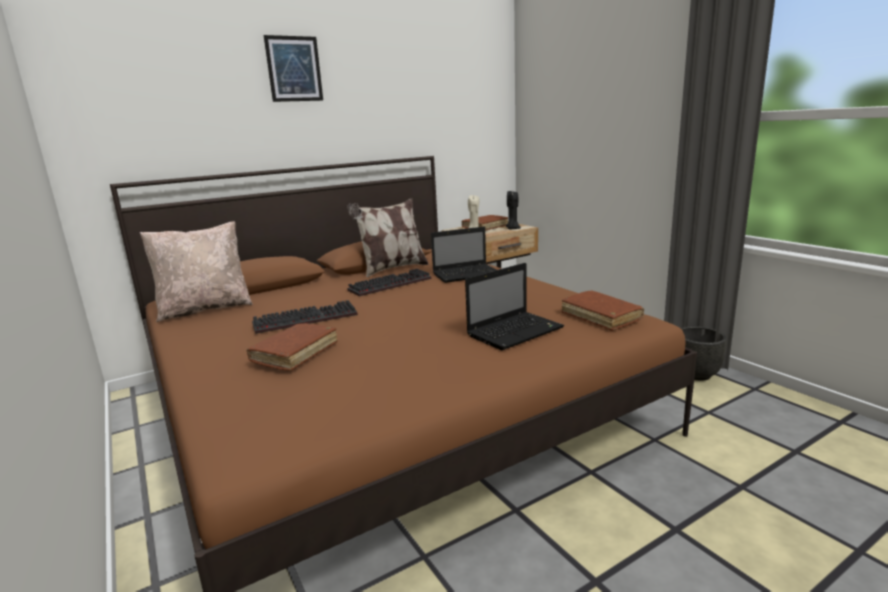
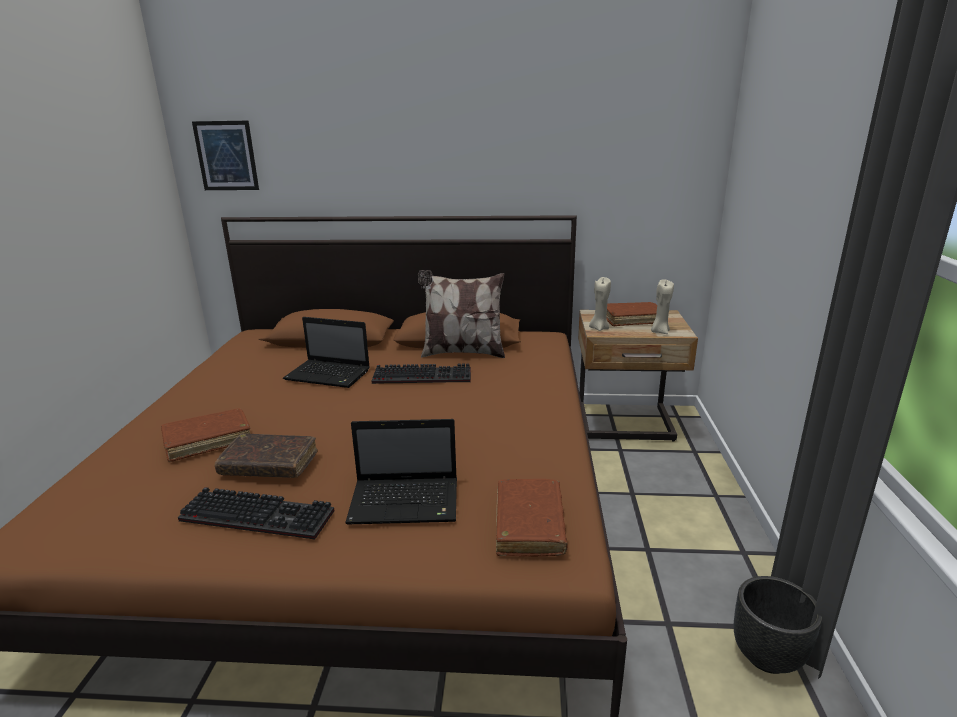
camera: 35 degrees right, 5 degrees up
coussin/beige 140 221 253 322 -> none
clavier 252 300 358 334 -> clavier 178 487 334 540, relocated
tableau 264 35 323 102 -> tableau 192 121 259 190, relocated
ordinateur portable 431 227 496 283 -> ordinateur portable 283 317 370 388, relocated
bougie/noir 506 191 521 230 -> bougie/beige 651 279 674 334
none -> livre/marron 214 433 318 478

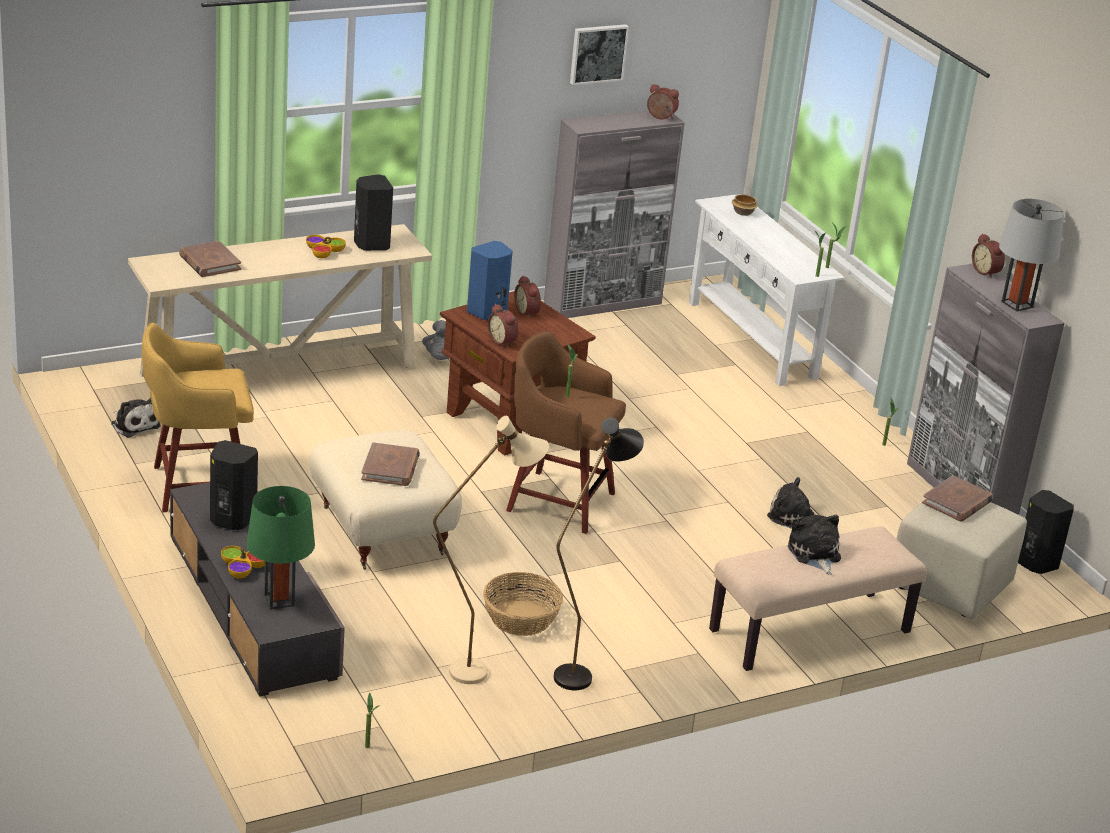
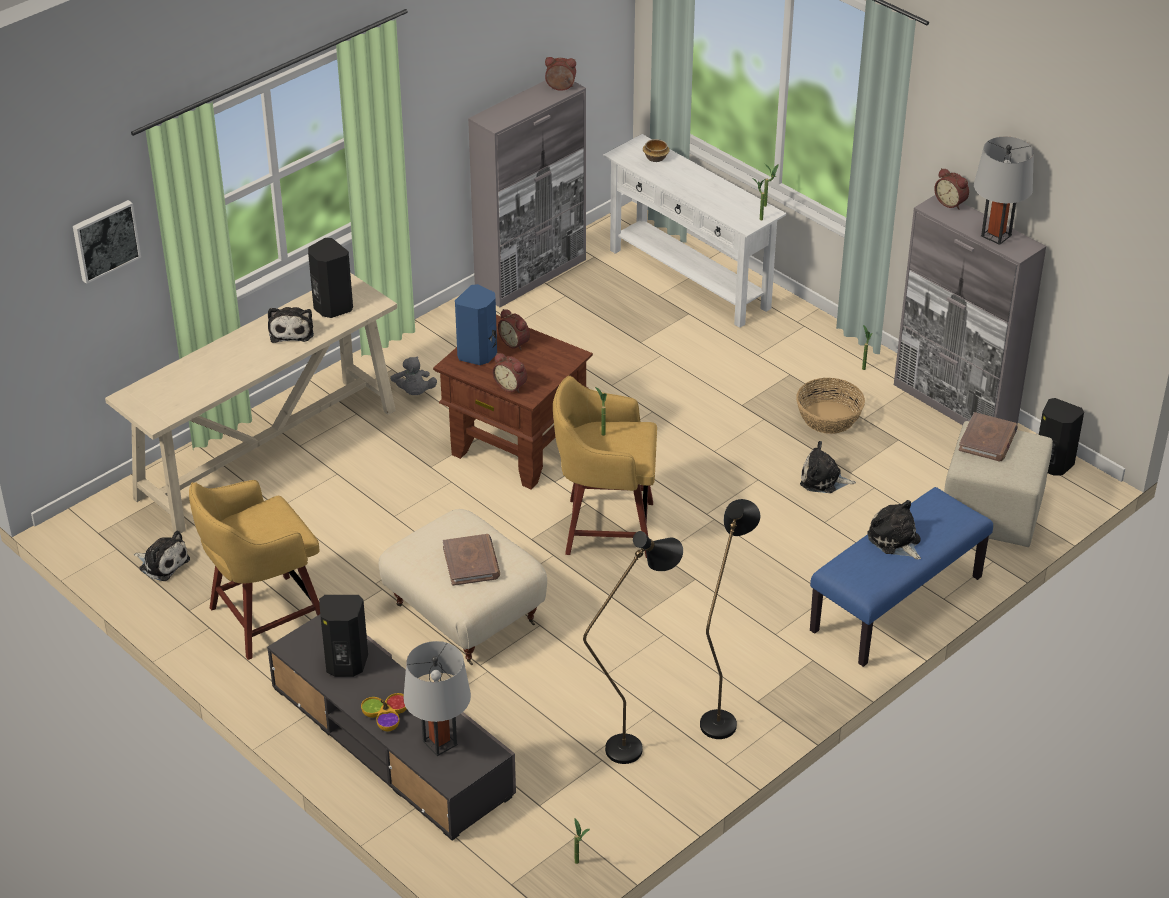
camera: 15 degrees left, 10 degrees up
livre/marron 179 241 241 277 -> none
lampe de table/vert 246 486 315 609 -> lampe de table/gris 403 641 471 756
bol 306 235 346 258 -> peluche 268 307 314 343
lampadaire/beige 433 416 549 684 -> lampadaire/noir 583 531 683 764
panier 483 572 563 636 -> panier 796 378 865 434, relocated
tabouret/marron 506 331 626 534 -> tabouret/jaune 553 376 657 558
tableau 570 24 629 85 -> tableau 73 200 141 284, relocated
banc/beige 709 526 927 671 -> banc/bleu 810 487 993 667

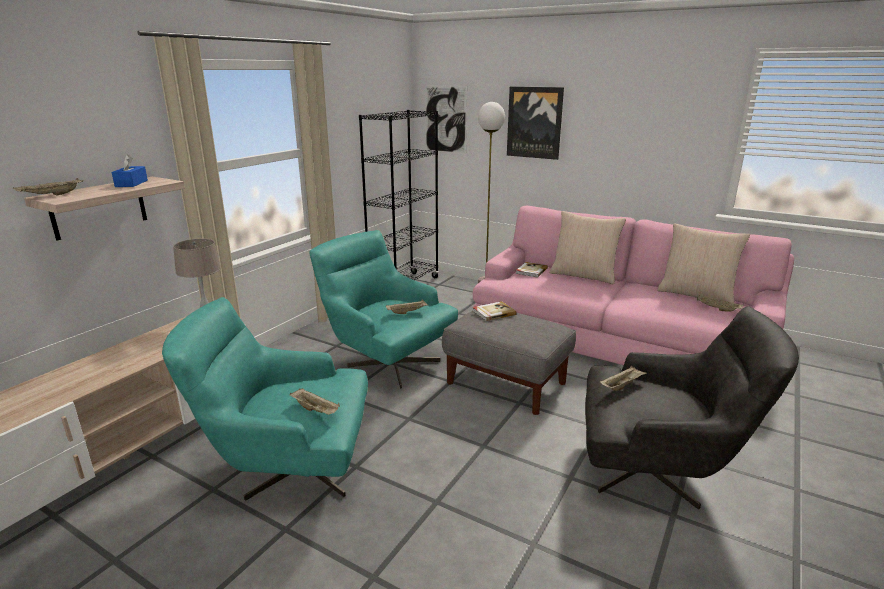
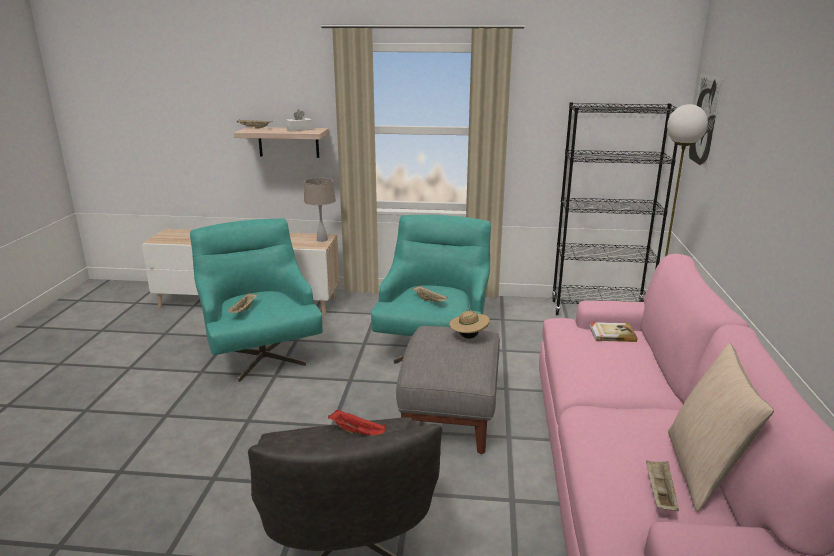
camera: 65 degrees right, 0 degrees up
boîte à mouchoirs/bleu 111 155 148 187 -> boîte à mouchoirs/blanc 286 109 313 132
livre 472 301 517 321 -> chapeau/beige 449 308 490 339
tableau 507 87 564 160 -> none
coussin/beige 550 211 626 284 -> none
plateau/beige 600 366 647 391 -> plateau/rouge 328 410 386 436

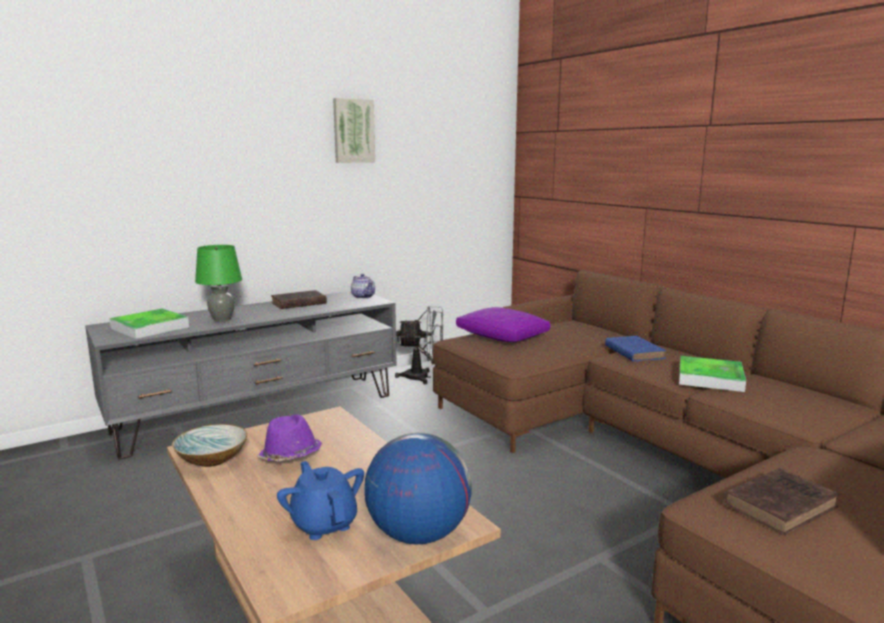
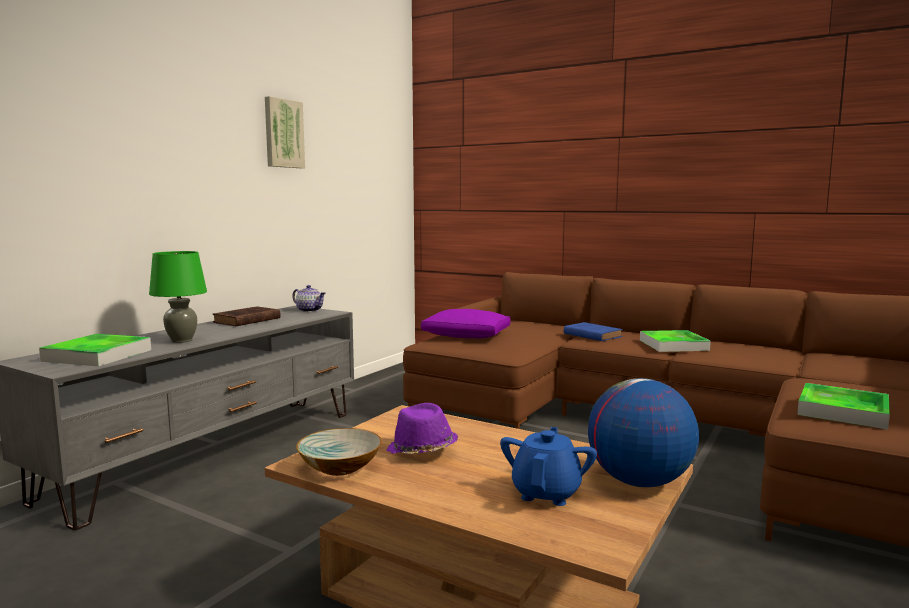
camera: 25 degrees left, 5 degrees down
théière/bleu 277 461 364 540 -> théière/bleu 500 427 597 506, 75 degrees clockwise
ventilateur/gris 395 306 443 384 -> none
livre/marron 723 468 840 535 -> plateau 797 383 890 430

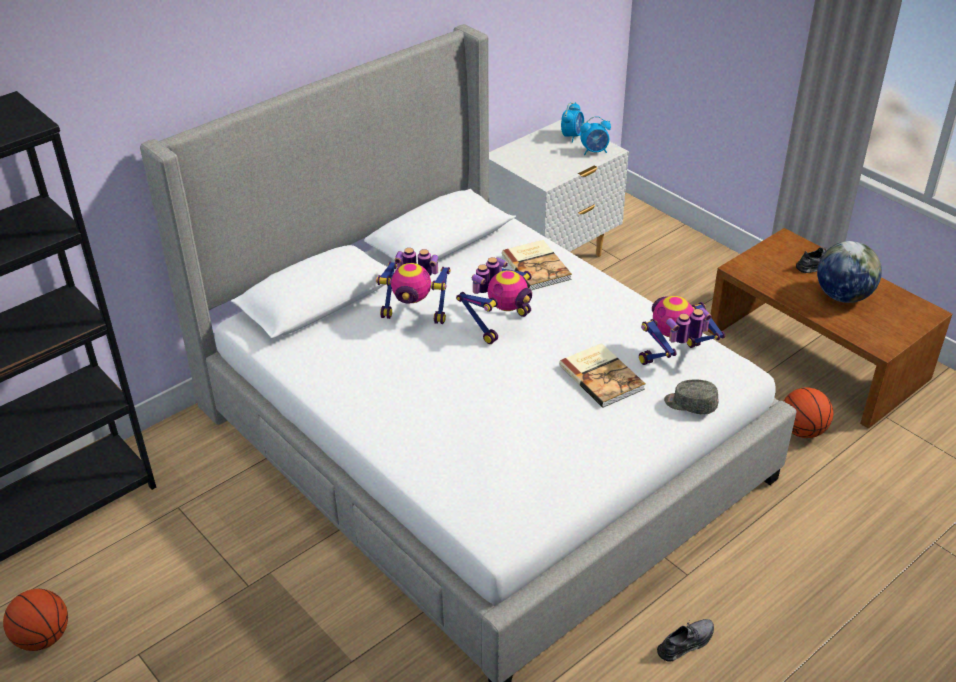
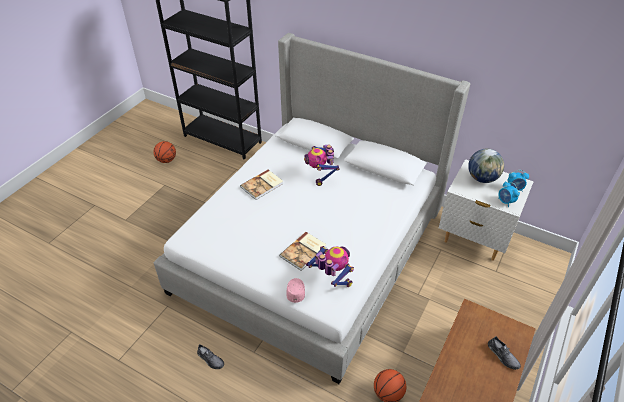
camera: 70 degrees right, 5 degrees up
robot jouet 456 257 532 344 -> none
livre 502 240 572 290 -> livre 240 170 283 200, relocated
casquette/gris 664 380 718 415 -> casquette/rose 286 278 305 303
globe 817 241 882 303 -> globe 468 149 504 183, relocated

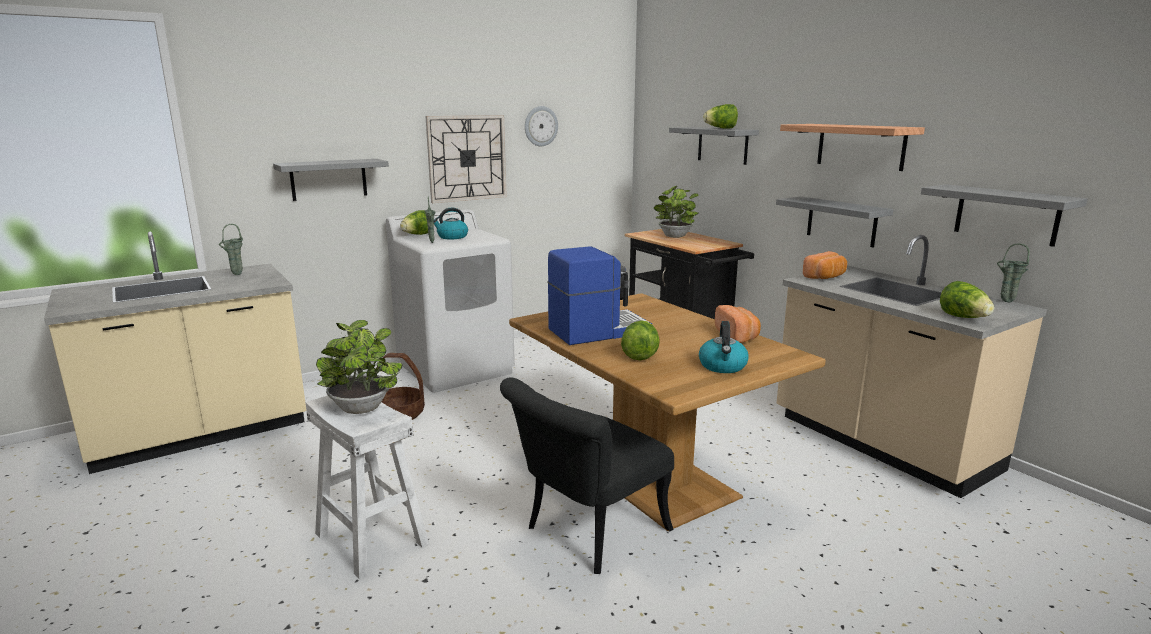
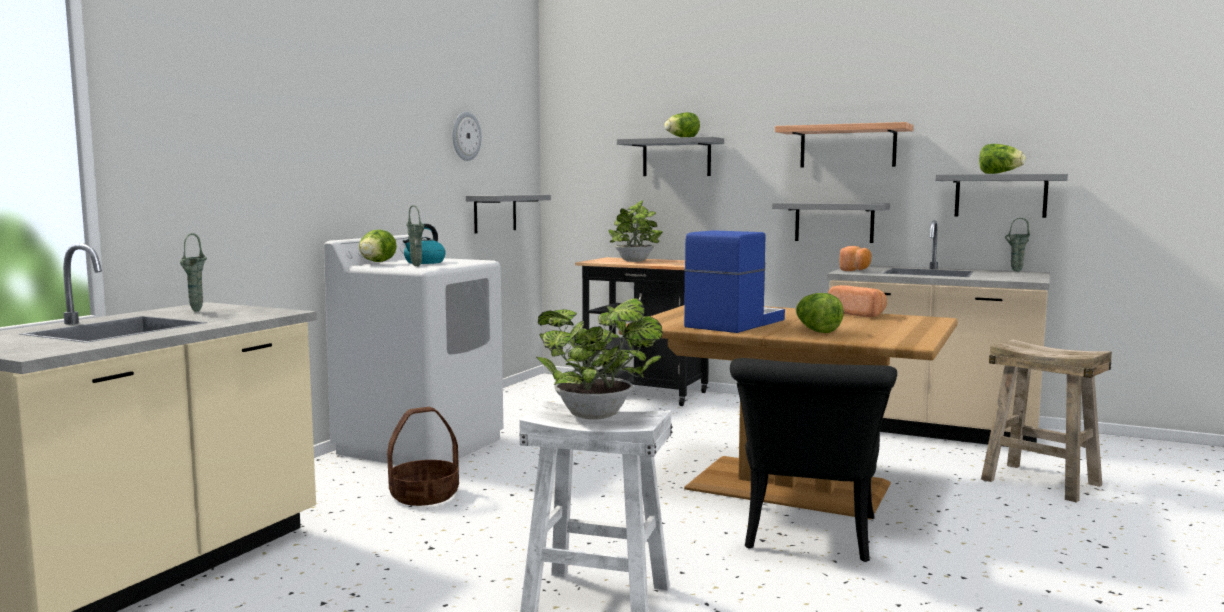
camera: 30 degrees left, 10 degrees down
étagère/gris 273 159 389 201 -> étagère/gris 466 195 551 233, relocated
horloge murale 425 115 507 203 -> none
bouilloire 699 321 749 373 -> none
laitue 940 281 994 318 -> laitue 979 144 1026 174, relocated
none -> tabouret/beige 981 339 1112 503

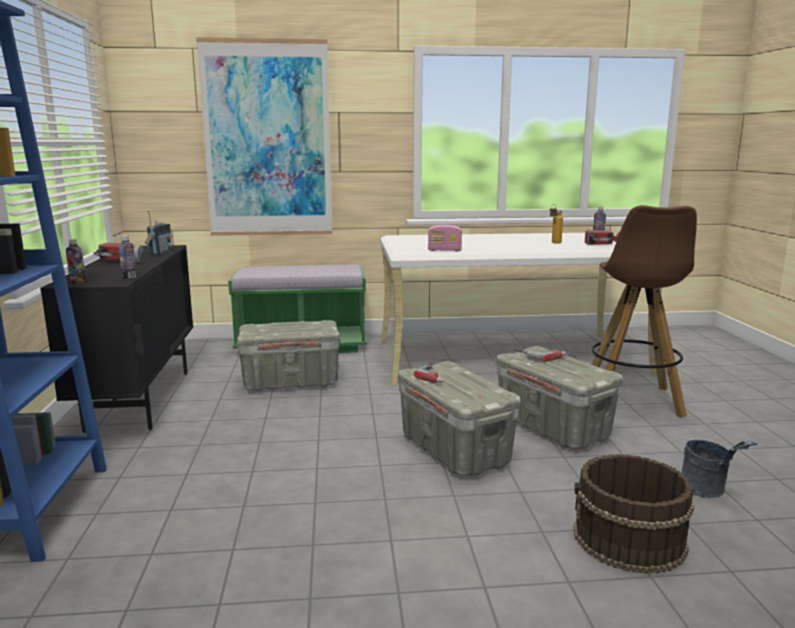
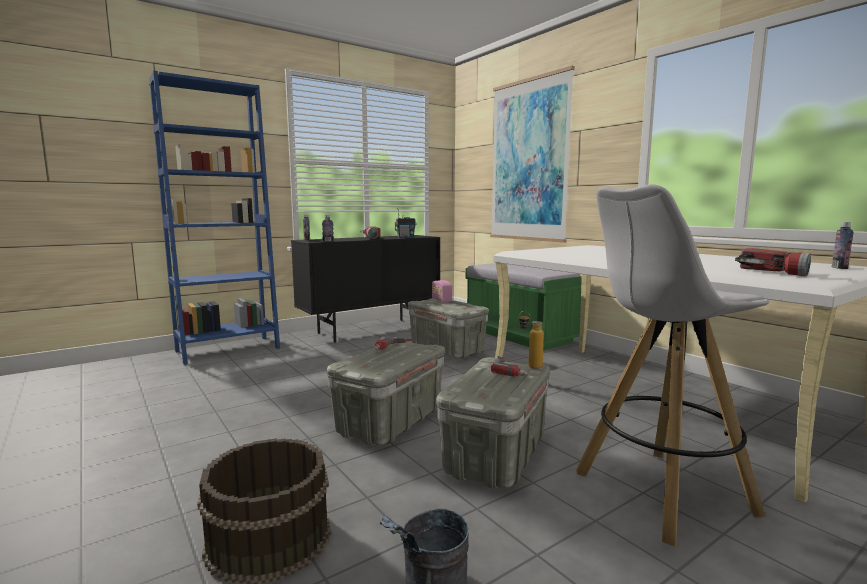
camera: 60 degrees right, 5 degrees down
radio 428 225 462 251 -> radio 432 280 452 303, relocated
bouteille 550 204 563 243 -> bouteille 518 311 544 369, relocated
tabouret/marron 591 205 697 417 -> tabouret/blanc 576 184 769 547

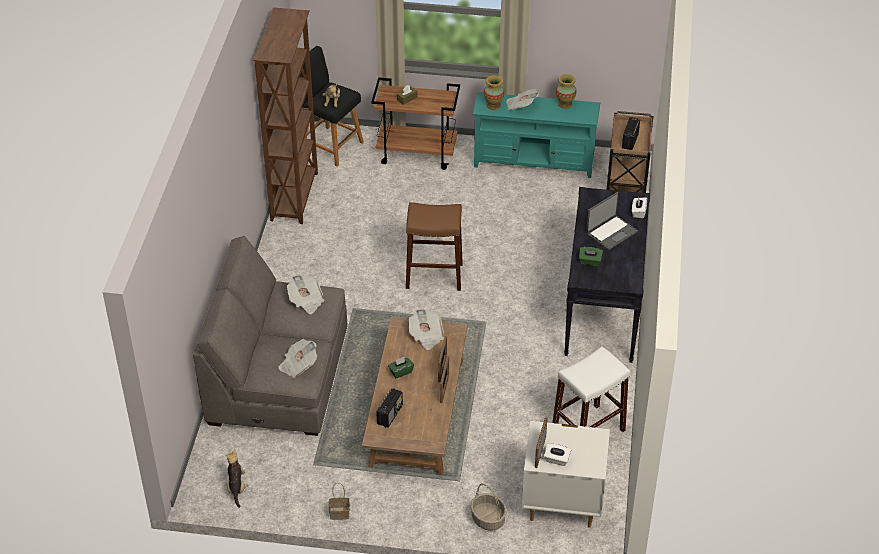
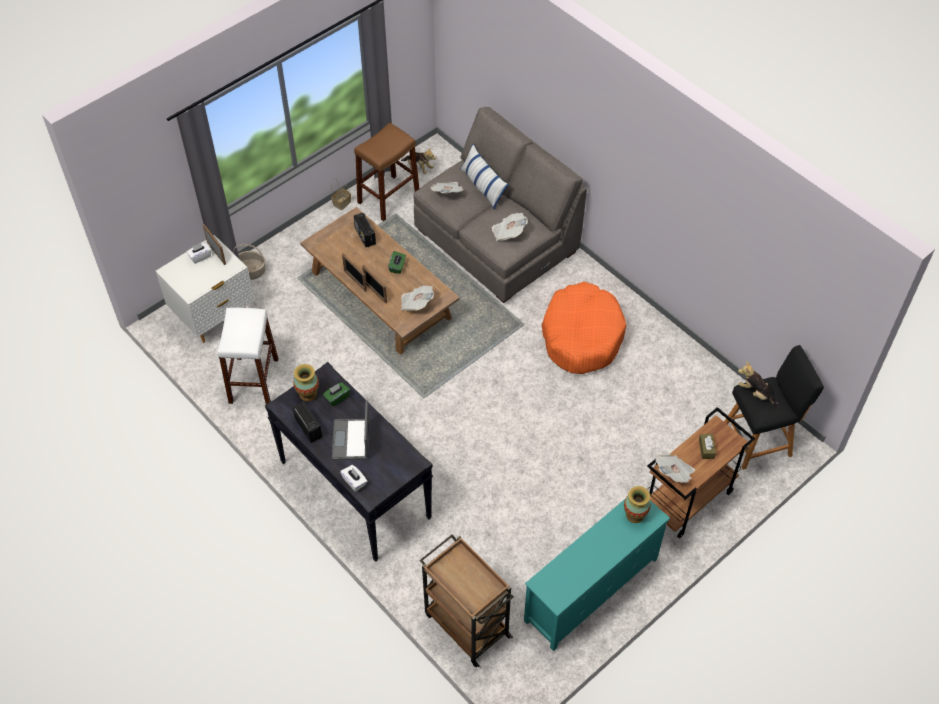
camera: 130 degrees right, 10 degrees up
bibliothèque/marron 253 7 318 224 -> none
tabouret/marron 406 202 463 291 -> tabouret/marron 354 123 419 221, relocated
journal 507 89 539 110 -> journal 655 454 695 483, relocated
vase 556 74 576 109 -> vase 293 364 319 401, relocated
radio 622 117 640 150 -> radio 293 401 322 443, relocated
none -> coussin 460 144 509 210
none -> panier pour chien/orange 542 282 626 374

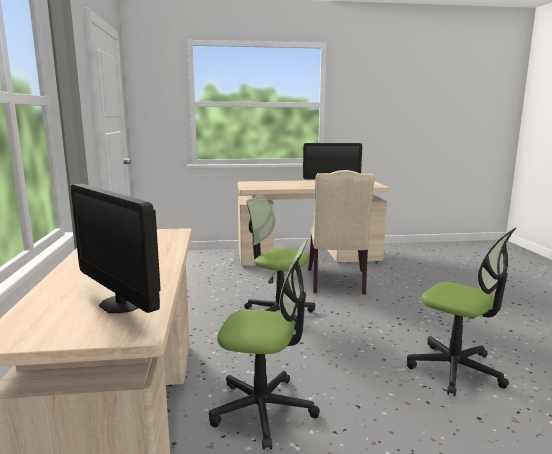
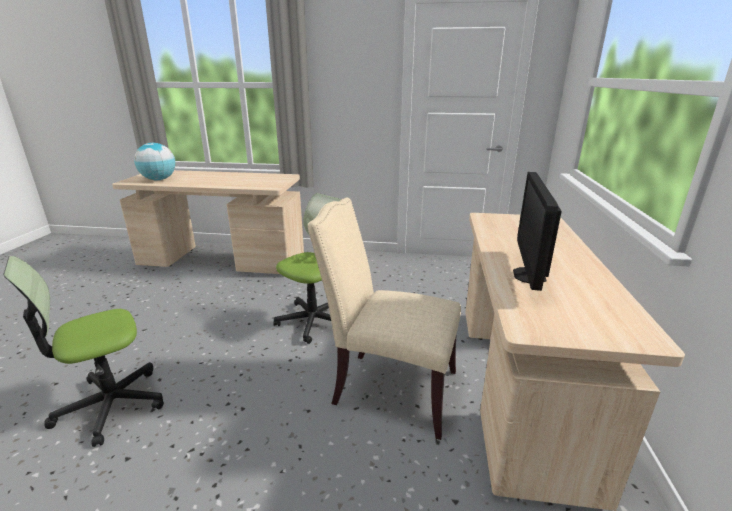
camera: 105 degrees right, 10 degrees up
écran d'ordinateur 71 184 161 313 -> globe 134 143 175 180
chaise de bureau 209 240 320 450 -> none

